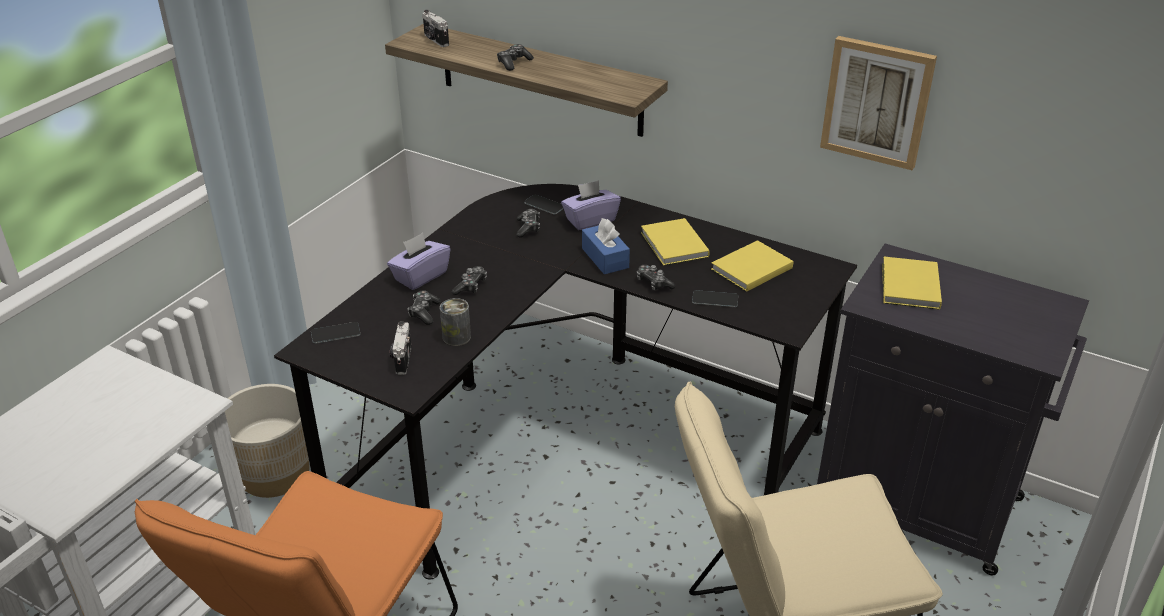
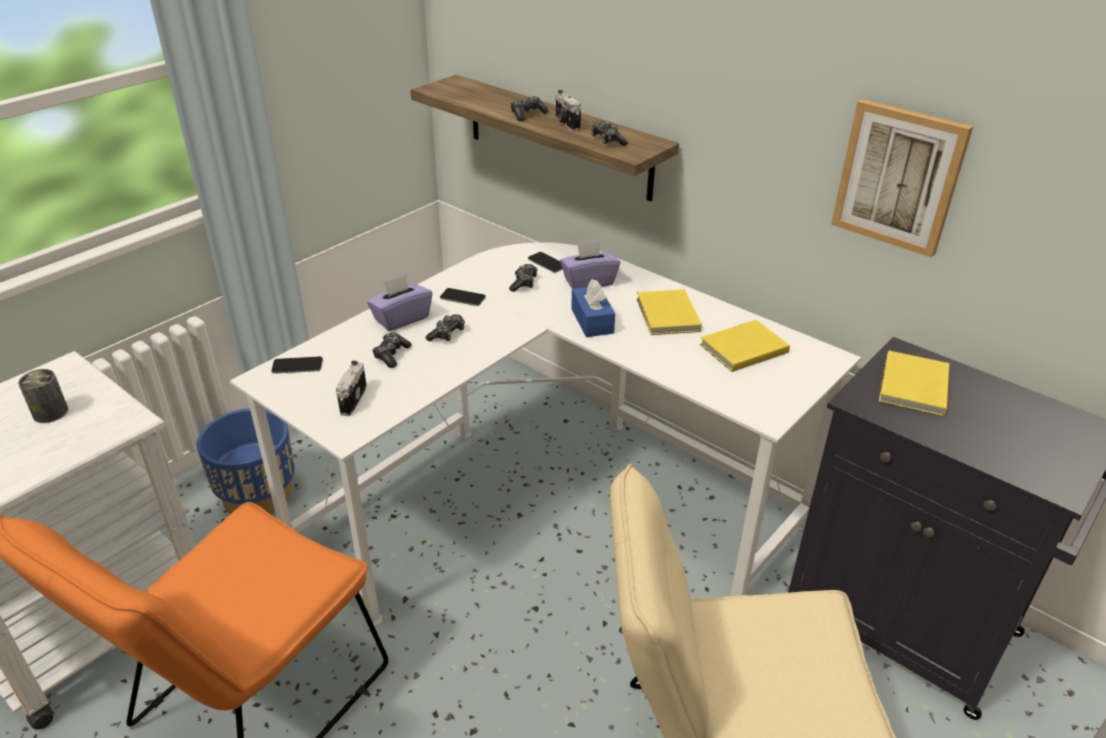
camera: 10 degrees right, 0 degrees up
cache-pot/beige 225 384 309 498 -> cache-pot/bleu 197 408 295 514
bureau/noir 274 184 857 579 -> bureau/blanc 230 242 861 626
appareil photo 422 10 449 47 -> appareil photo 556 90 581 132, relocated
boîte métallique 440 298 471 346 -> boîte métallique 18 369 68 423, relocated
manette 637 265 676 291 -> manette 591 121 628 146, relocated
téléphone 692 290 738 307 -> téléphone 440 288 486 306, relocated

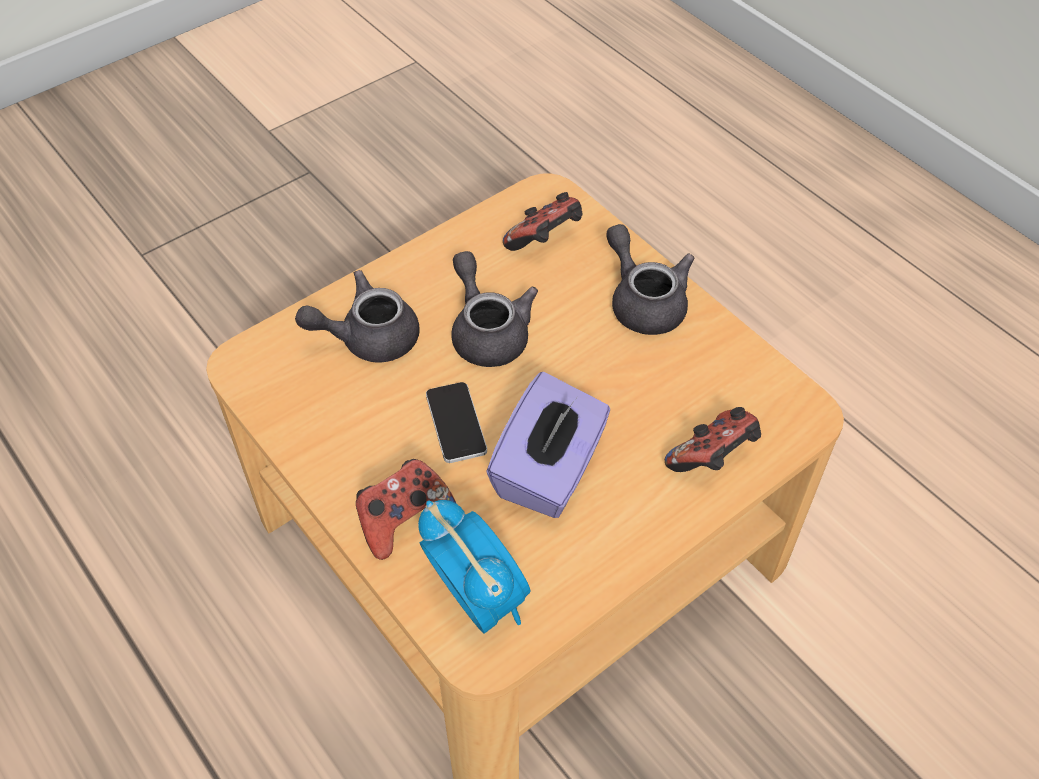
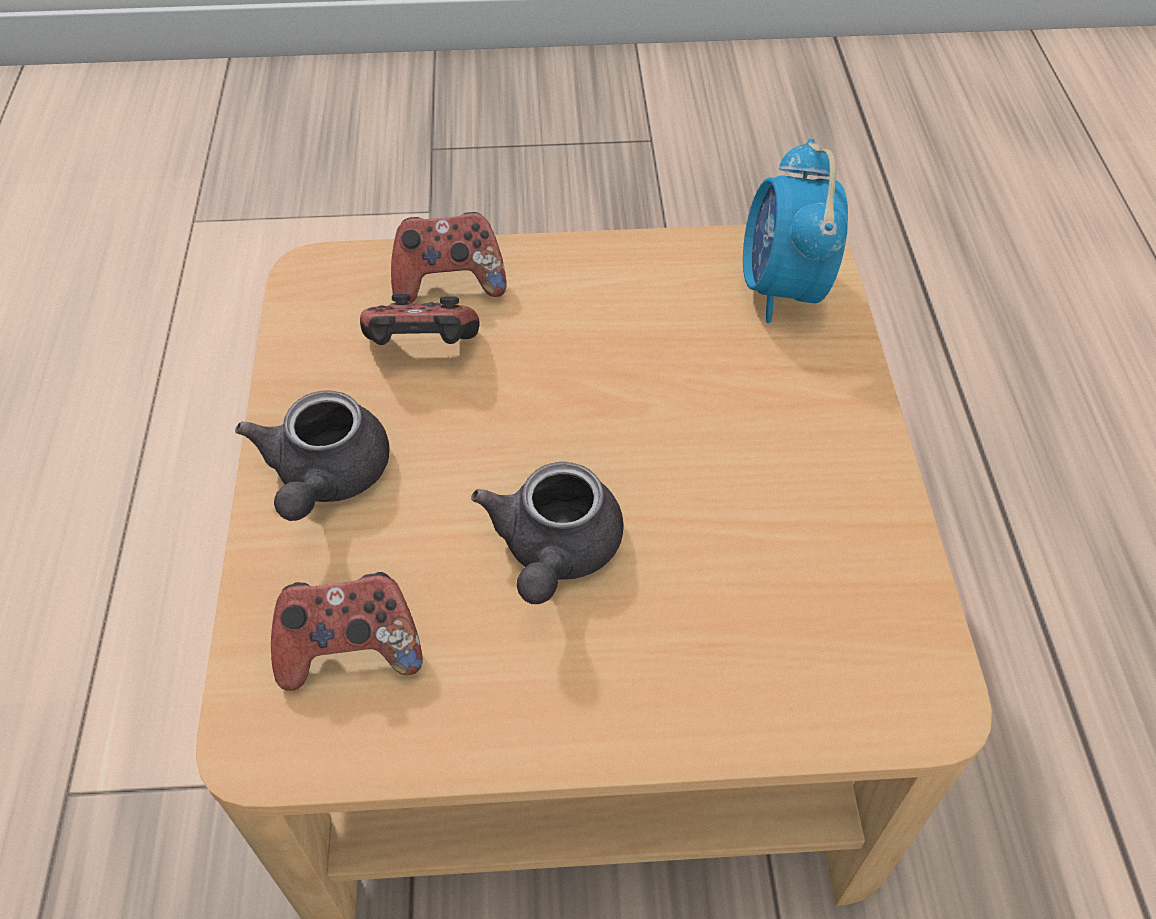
camera: 145 degrees left, 0 degrees up
théière/gris 295 270 420 362 -> none
manette 356 459 456 560 -> manette 360 294 480 345, relocated
téléphone 426 382 487 463 -> none
boîte à mouchoirs/violet 486 372 610 518 -> none

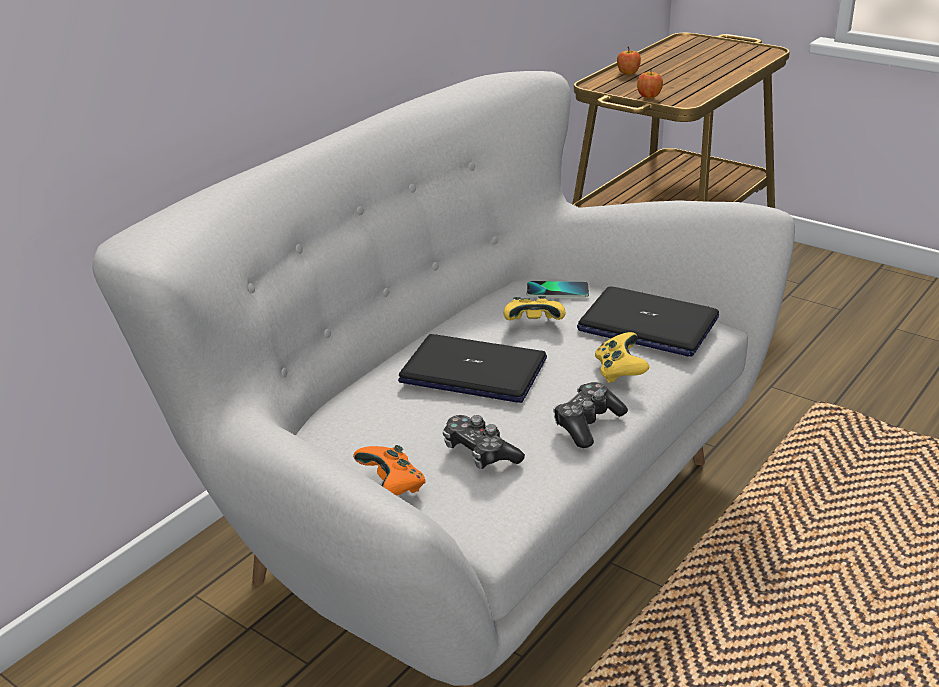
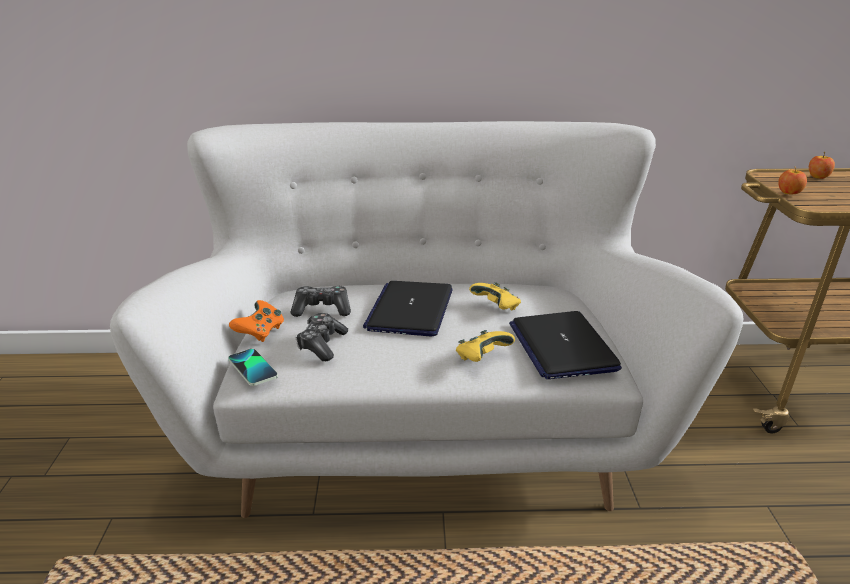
camera: 50 degrees right, 5 degrees down
ordinateur portable 398 334 547 403 -> ordinateur portable 363 281 453 337, 150 degrees counterclockwise
téléphone 527 281 589 298 -> téléphone 228 349 278 386, relocated
manette 553 382 628 448 -> manette 291 286 351 317, relocated

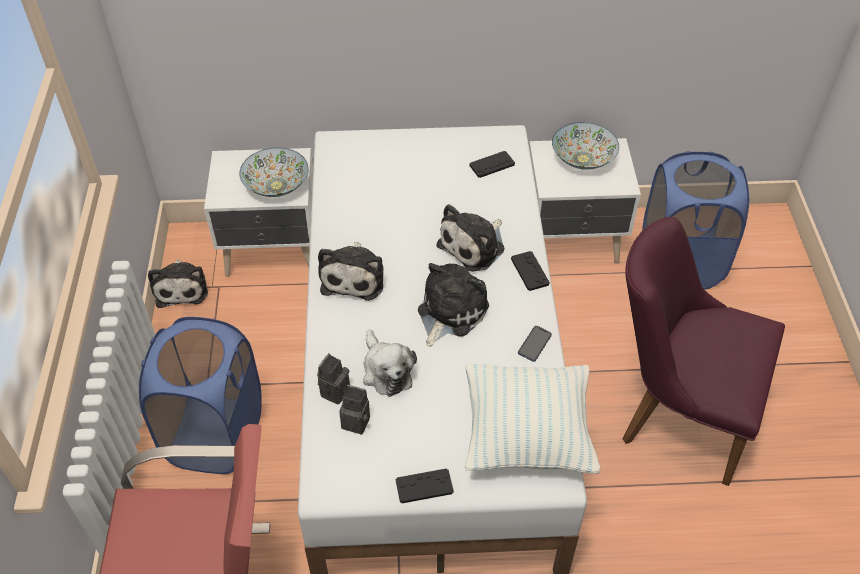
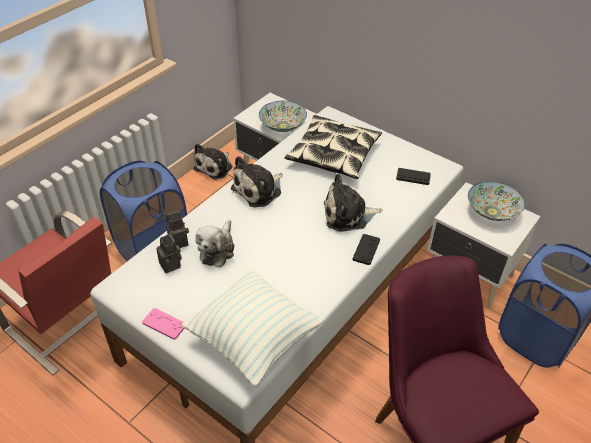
camera: 40 degrees right, 5 degrees down
manette/noir 396 468 454 503 -> manette/rose 142 308 185 340
peluche 418 263 489 347 -> none
téléphone 518 326 552 362 -> none
none -> coussin 284 115 382 179

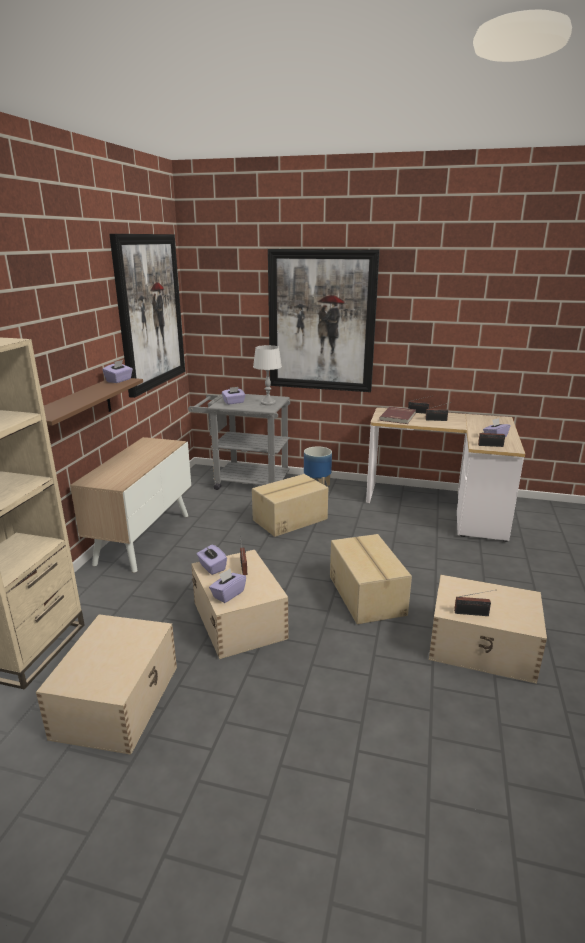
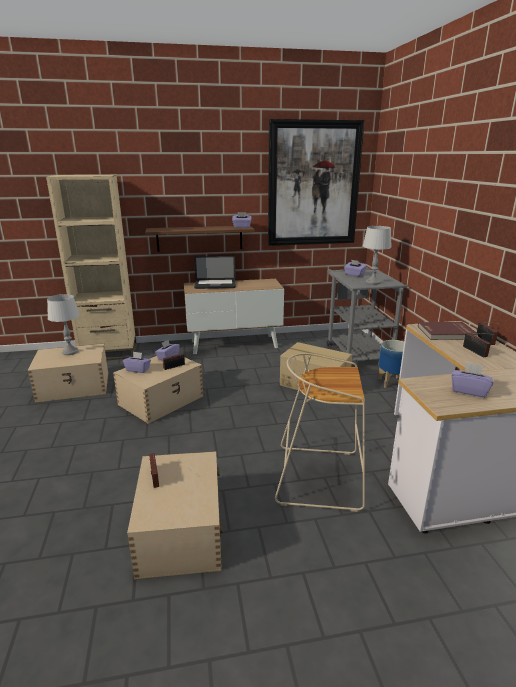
camera: 65 degrees right, 0 degrees up
tableau 268 249 380 392 -> none
carton 330 534 412 624 -> none
radio 478 427 505 447 -> none
none -> lampe de table/gris 47 294 80 355
none -> ordinateur portable 194 256 236 289
none -> tabouret/beige 275 353 365 512

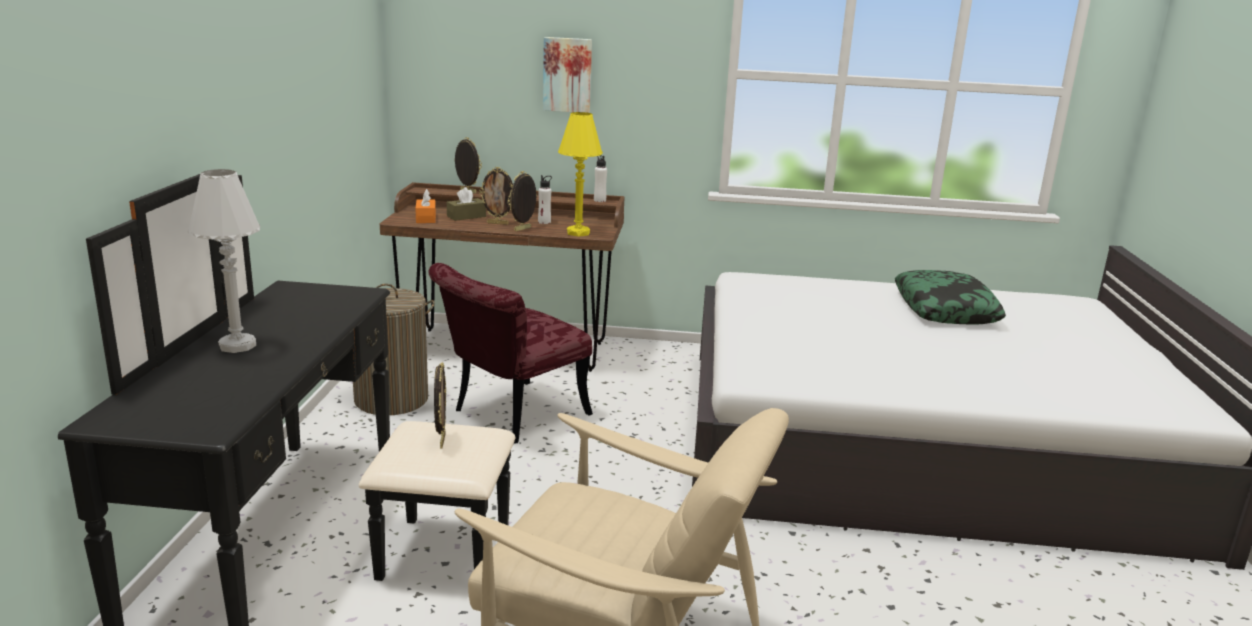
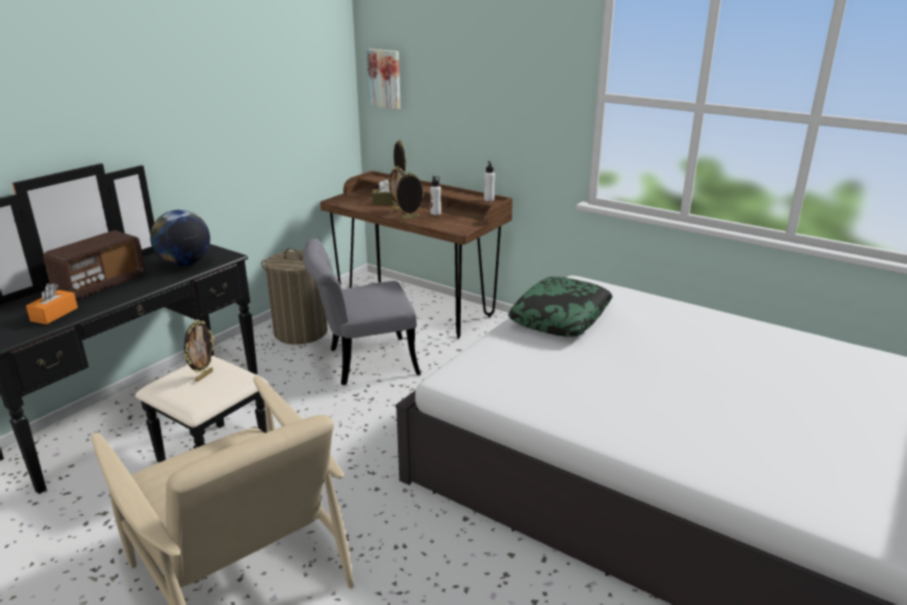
camera: 30 degrees right, 5 degrees up
lampe de table/blanc 188 169 260 353 -> radio 43 230 145 299
boîte à mouchoirs/orange 415 189 436 223 -> boîte à mouchoirs/orange 26 283 78 324, relocated
chaise/rouge 429 263 593 443 -> chaise/gris 303 239 421 385
tableau 543 37 592 113 -> tableau 367 49 401 109, relocated
lampe de table/jaune 558 112 603 237 -> none
coussin 895 270 1006 325 -> coussin 508 277 612 337, relocated
none -> globe 150 210 210 266

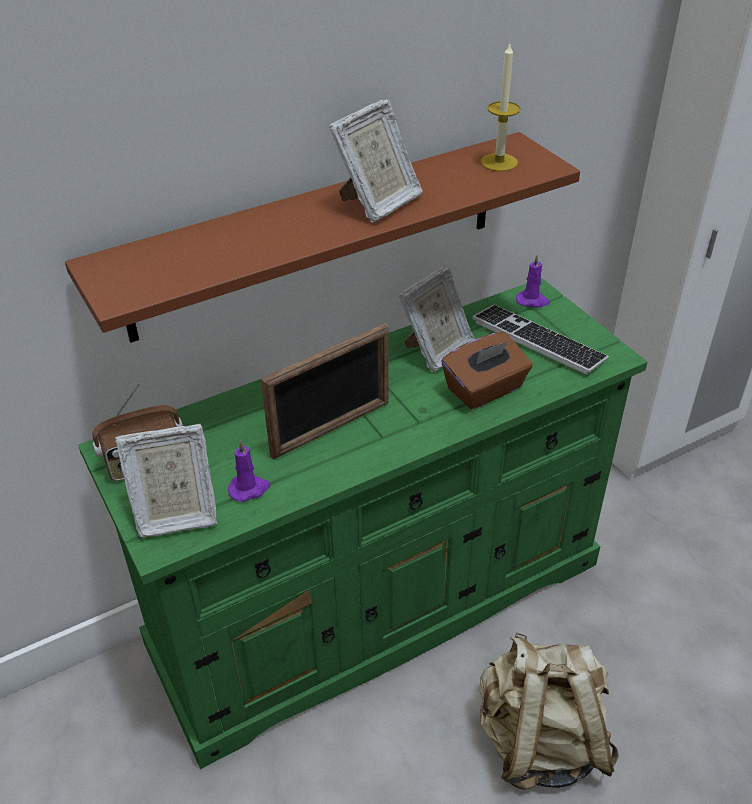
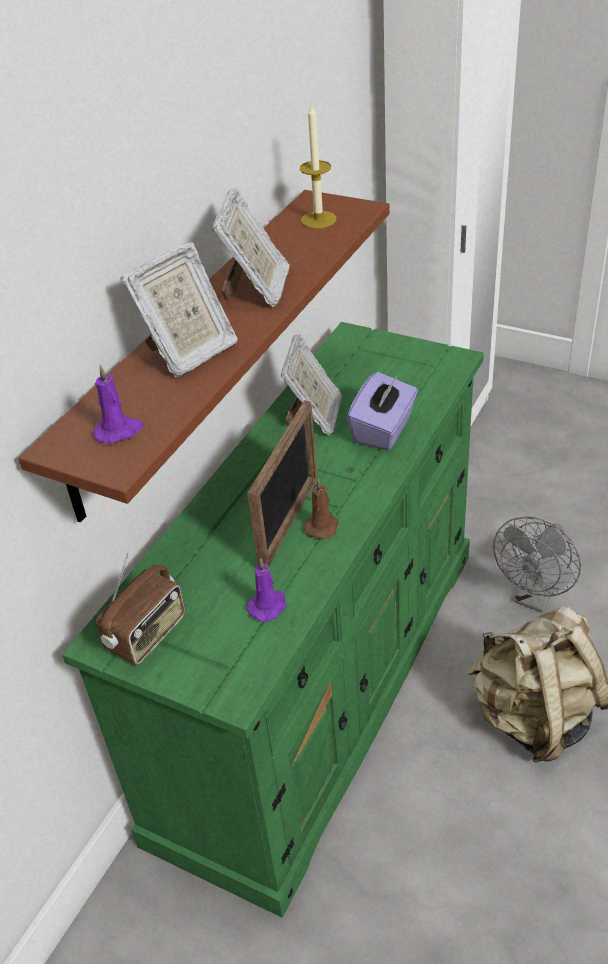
camera: 30 degrees left, 0 degrees up
cadre photo 115 424 217 537 -> cadre photo 120 242 238 377, relocated
boîte à mouchoirs/marron 441 332 533 409 -> boîte à mouchoirs/violet 347 372 418 450
clavier 472 305 609 375 -> none
bougie/violet 516 254 550 308 -> bougie/violet 93 364 144 444, relocated
none -> bougie/marron 303 478 339 539
none -> ventilateur/gris 493 516 581 613

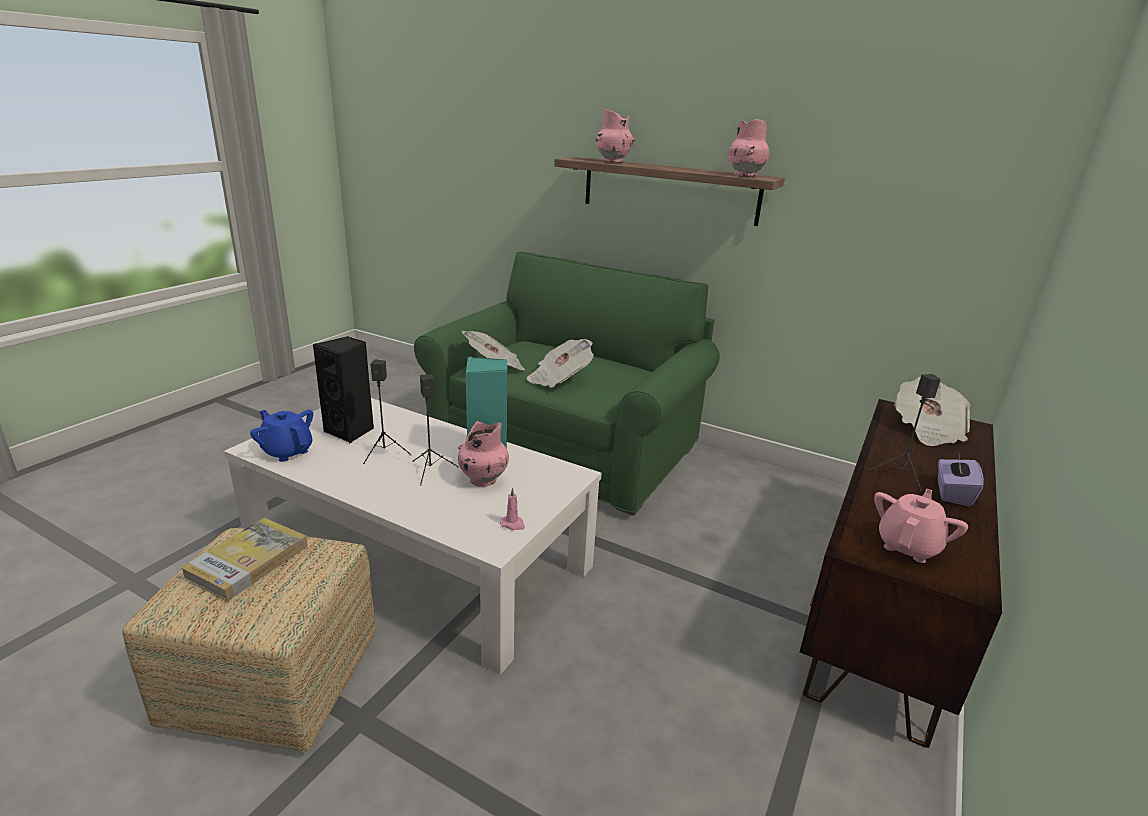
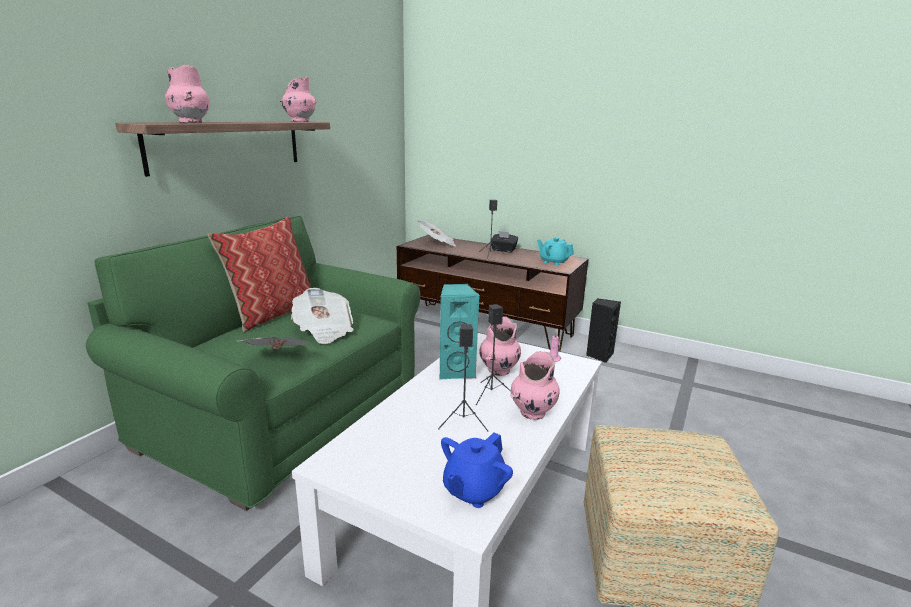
camera: 90 degrees left, 5 degrees down
livre 180 518 308 601 -> none
enceinte/noir 312 336 374 443 -> enceinte/noir 586 298 621 363, relocated
théière/rose 874 489 968 563 -> théière/turquoise 537 237 574 265
boîte à mouchoirs/violet 938 458 984 506 -> boîte à mouchoirs/noir 490 231 518 252
none -> coussin 208 217 311 332
none -> vase/rose 510 352 559 420

